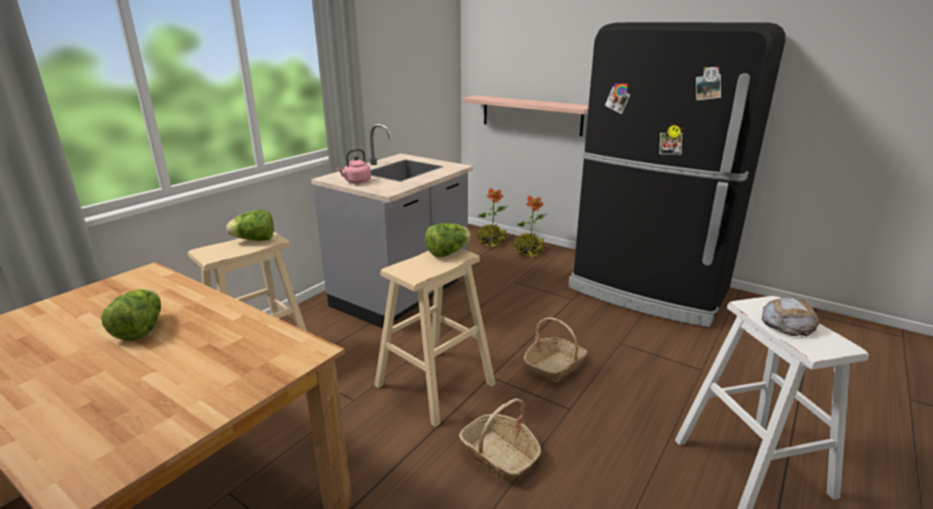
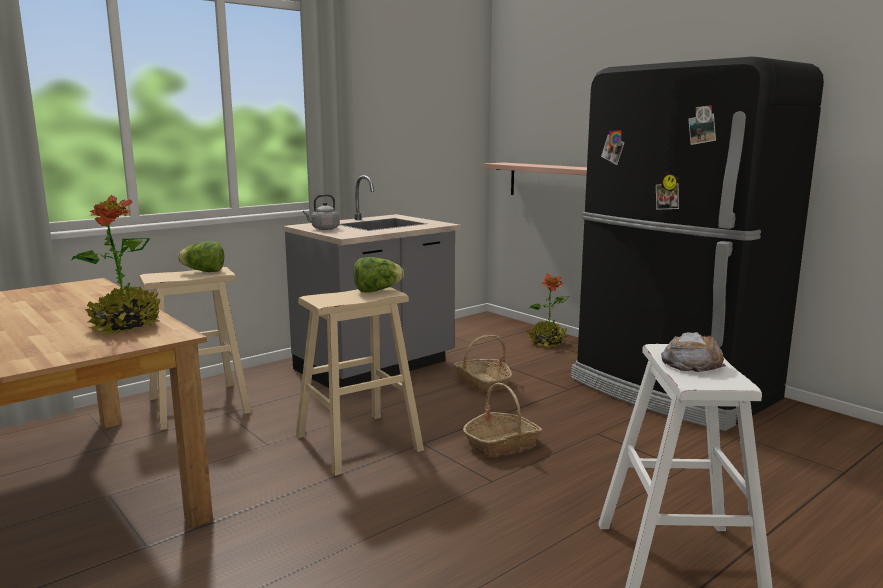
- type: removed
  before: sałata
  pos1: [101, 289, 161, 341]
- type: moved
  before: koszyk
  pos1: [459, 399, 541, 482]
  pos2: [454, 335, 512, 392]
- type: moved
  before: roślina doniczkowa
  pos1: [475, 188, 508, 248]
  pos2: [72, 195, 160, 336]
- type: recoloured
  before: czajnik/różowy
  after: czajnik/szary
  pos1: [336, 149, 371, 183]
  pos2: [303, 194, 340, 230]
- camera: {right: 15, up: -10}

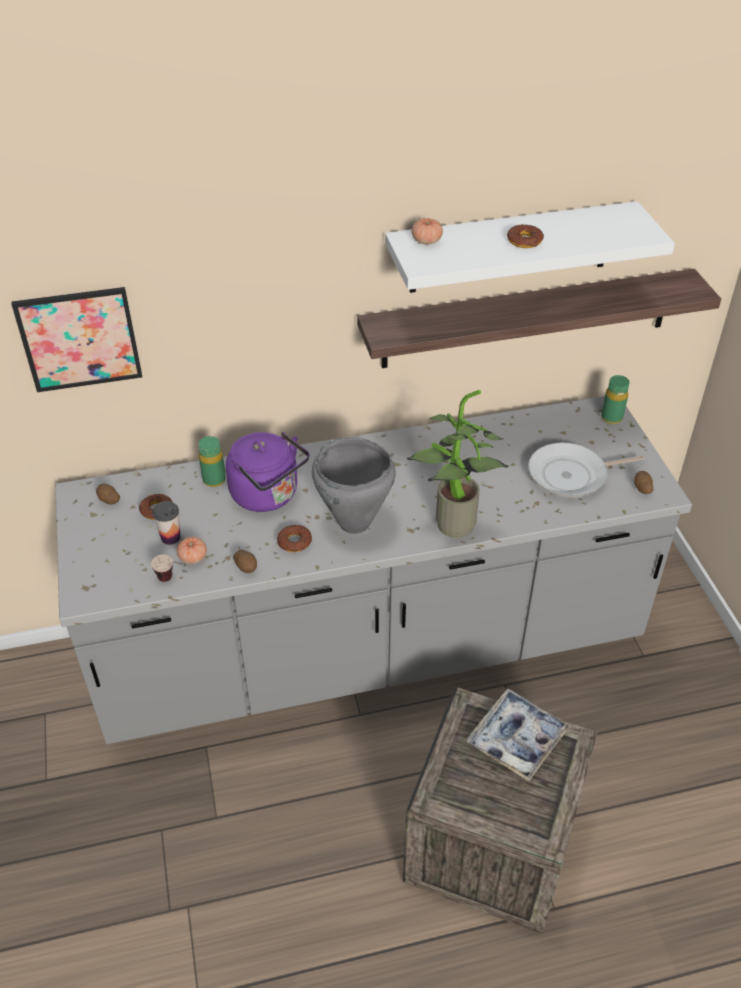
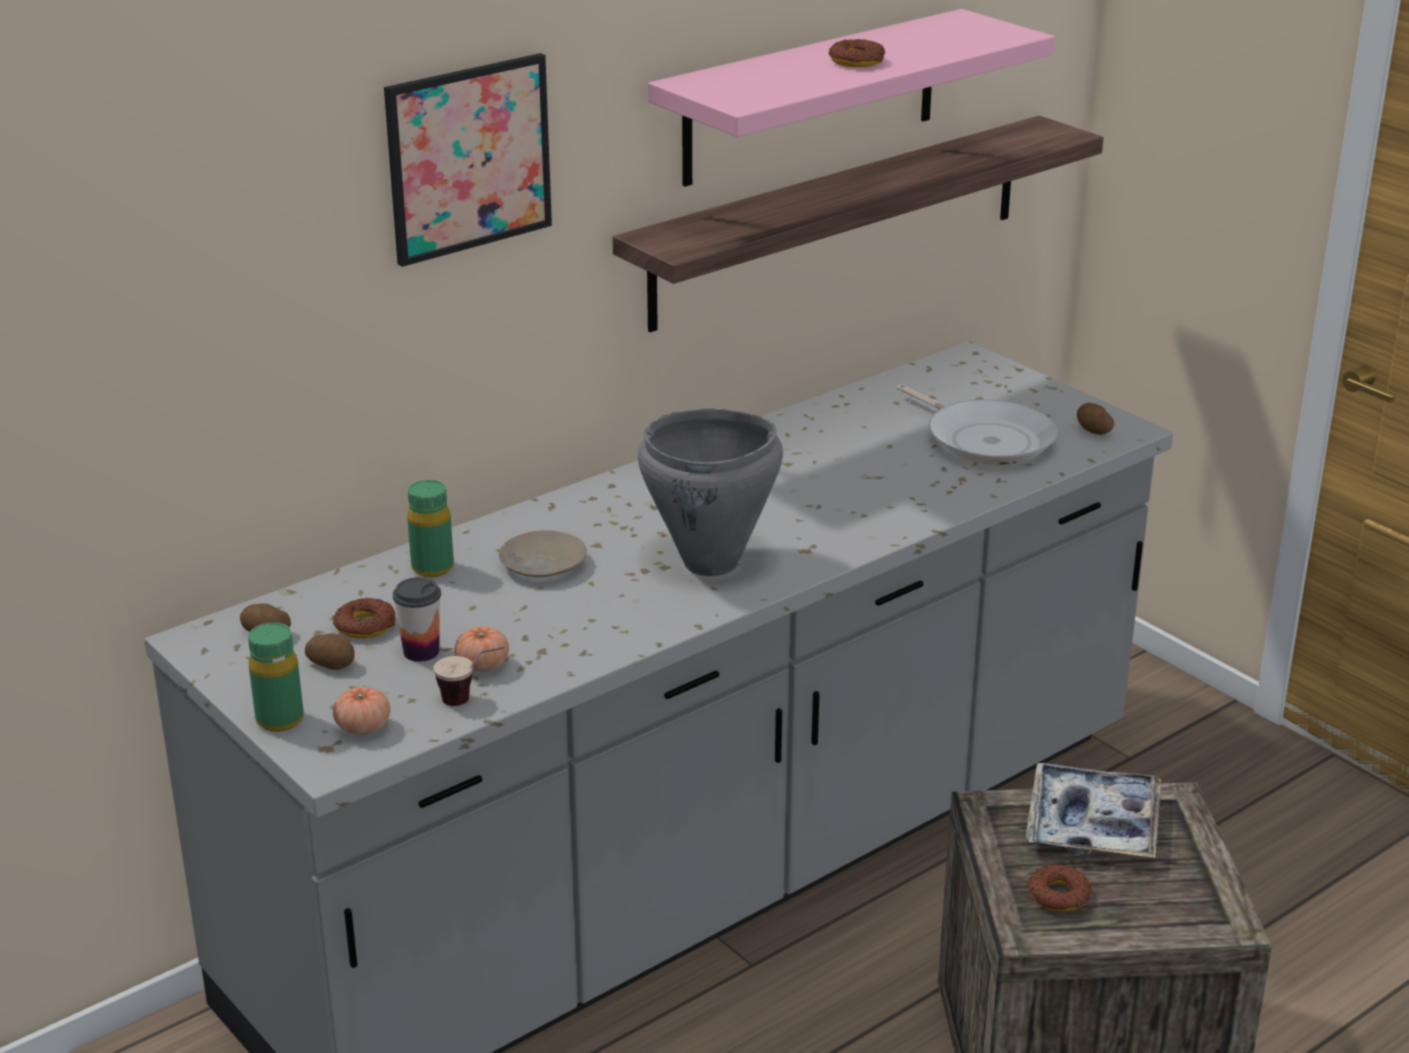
- type: removed
  before: roślina doniczkowa
  pos1: [407, 390, 509, 538]
- type: moved
  before: obraz
  pos1: [12, 287, 142, 392]
  pos2: [384, 53, 552, 267]
- type: moved
  before: ziemniak
  pos1: [233, 550, 257, 573]
  pos2: [305, 633, 355, 670]
- type: moved
  before: donut
  pos1: [277, 524, 312, 552]
  pos2: [1027, 864, 1091, 911]
- type: moved
  before: pomidor
  pos1: [412, 218, 443, 245]
  pos2: [333, 687, 390, 735]
- type: moved
  before: butelka/zielony
  pos1: [601, 375, 630, 424]
  pos2: [248, 623, 304, 732]
- type: replaced
  before: czajnik/fioletowy
  after: talerz/beżowy
  pos1: [226, 432, 309, 512]
  pos2: [499, 530, 587, 578]
- type: recoloured
  before: półka/biały
  after: półka/różowy
  pos1: [385, 201, 675, 293]
  pos2: [648, 9, 1055, 187]
- type: turned
  before: patelnia
  pos1: [528, 443, 645, 497]
  pos2: [896, 384, 1057, 465]
  turn: -90
- camera: {right: -25, up: -15}

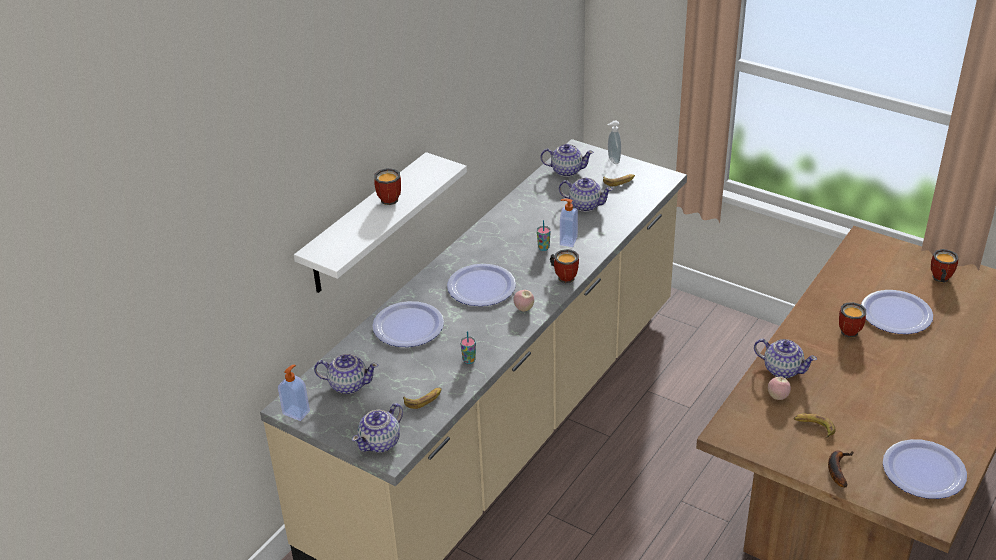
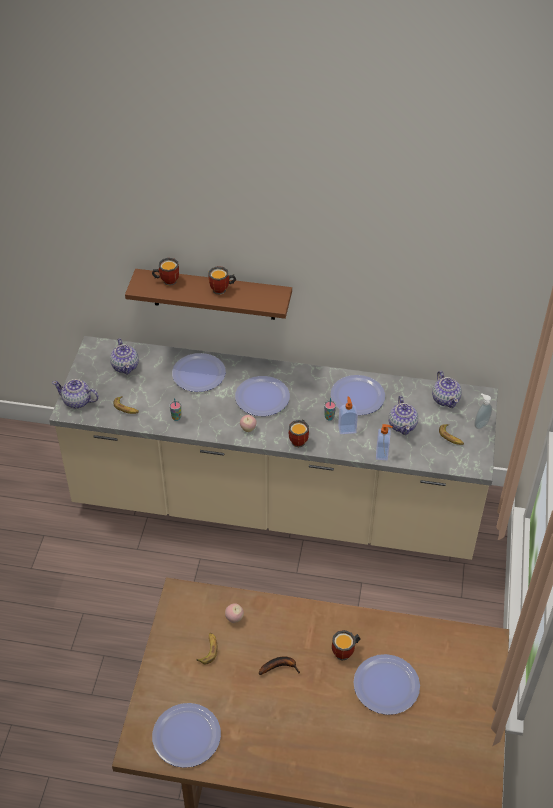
- type: removed
  before: imbryk
  pos1: [754, 339, 817, 379]
- type: added
  after: talerz
  pos2: [331, 375, 385, 415]
- type: moved
  before: dozownik mydła
  pos1: [278, 365, 310, 421]
  pos2: [376, 424, 393, 460]
- type: moved
  before: banan
  pos1: [828, 451, 853, 488]
  pos2: [259, 656, 300, 675]
- type: moved
  before: kubek
  pos1: [931, 249, 959, 283]
  pos2: [152, 258, 179, 286]
- type: recoloured
  before: półka/biały
  after: półka/brązowy
  pos1: [294, 152, 467, 293]
  pos2: [125, 269, 292, 320]
- camera: {right: 65, up: 10}

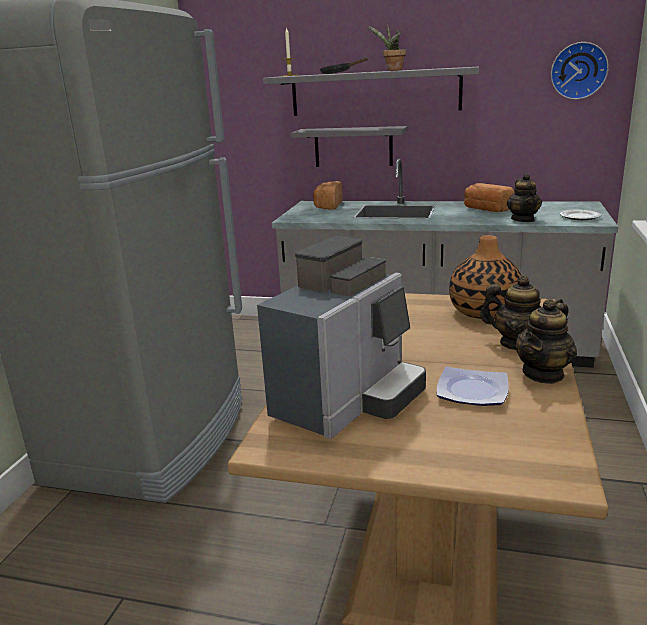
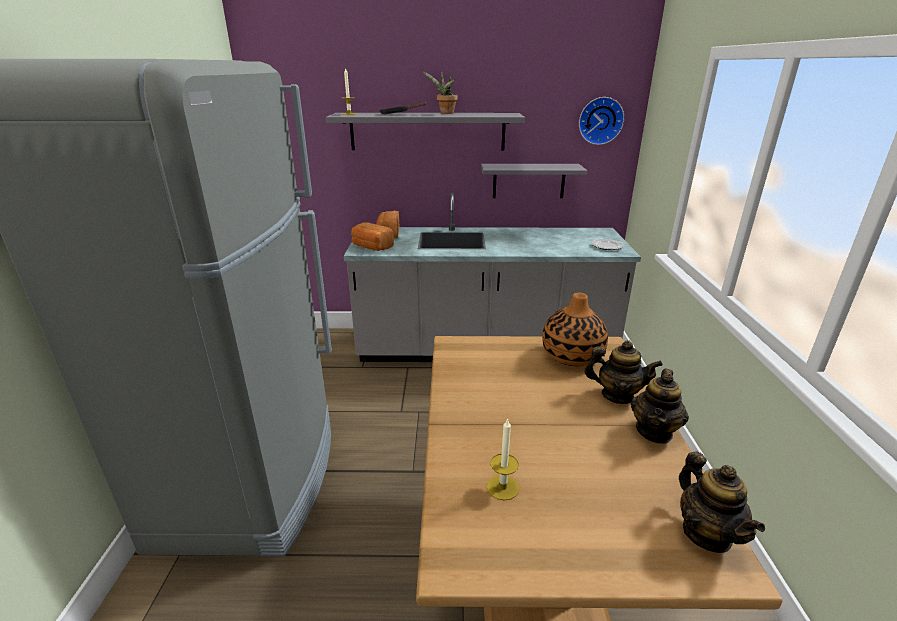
- type: removed
  before: talerz
  pos1: [437, 367, 509, 406]
- type: moved
  before: półka/szary
  pos1: [290, 126, 407, 167]
  pos2: [481, 164, 587, 198]
- type: moved
  before: chleb
  pos1: [464, 183, 514, 212]
  pos2: [351, 222, 394, 251]
- type: moved
  before: imbryk
  pos1: [507, 173, 542, 222]
  pos2: [679, 452, 765, 553]
- type: replaced
  before: ekspres do kawy
  after: świeca
  pos1: [257, 236, 426, 439]
  pos2: [487, 418, 519, 500]
- camera: {right: -15, up: 5}

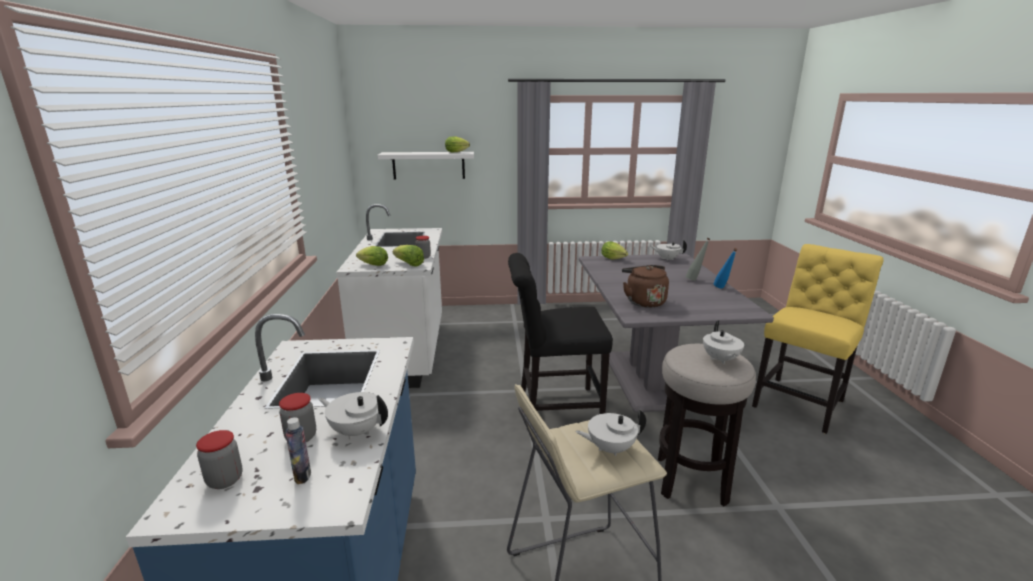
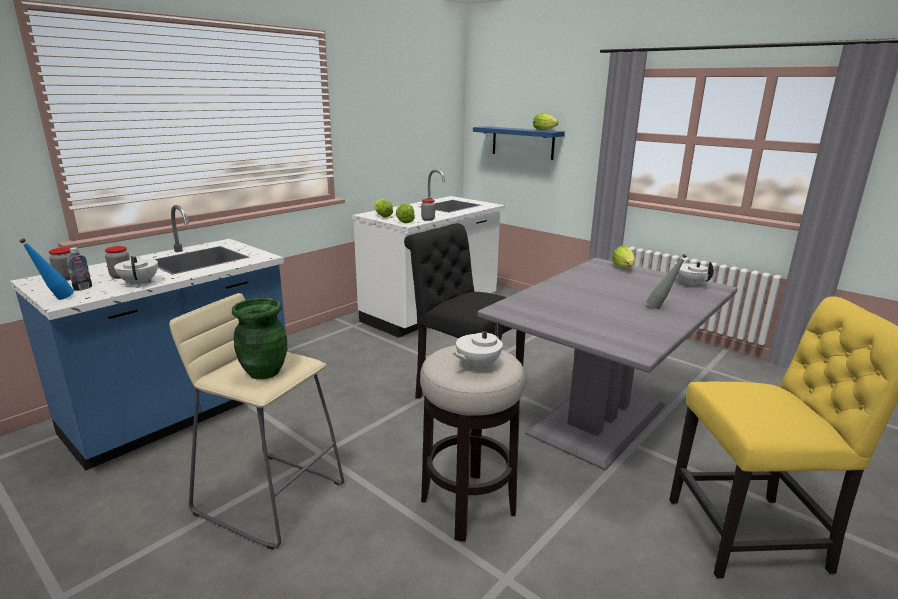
- type: removed
  before: czajnik/brązowy
  pos1: [622, 265, 669, 308]
- type: moved
  before: butelka/niebieski
  pos1: [714, 248, 738, 288]
  pos2: [19, 238, 74, 300]
- type: replaced
  before: imbryk/biały
  after: wazon/zielony
  pos1: [576, 409, 646, 456]
  pos2: [232, 298, 287, 379]
- type: recoloured
  before: półka/biały
  after: półka/niebieski
  pos1: [378, 152, 474, 179]
  pos2: [473, 126, 565, 160]
- camera: {right: 45, up: 0}

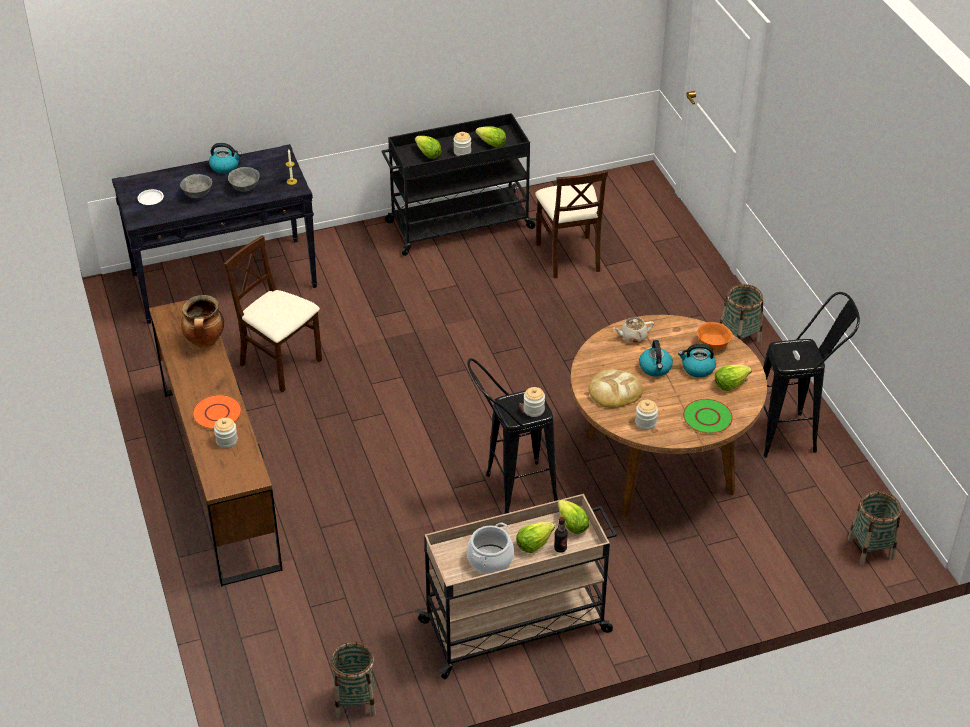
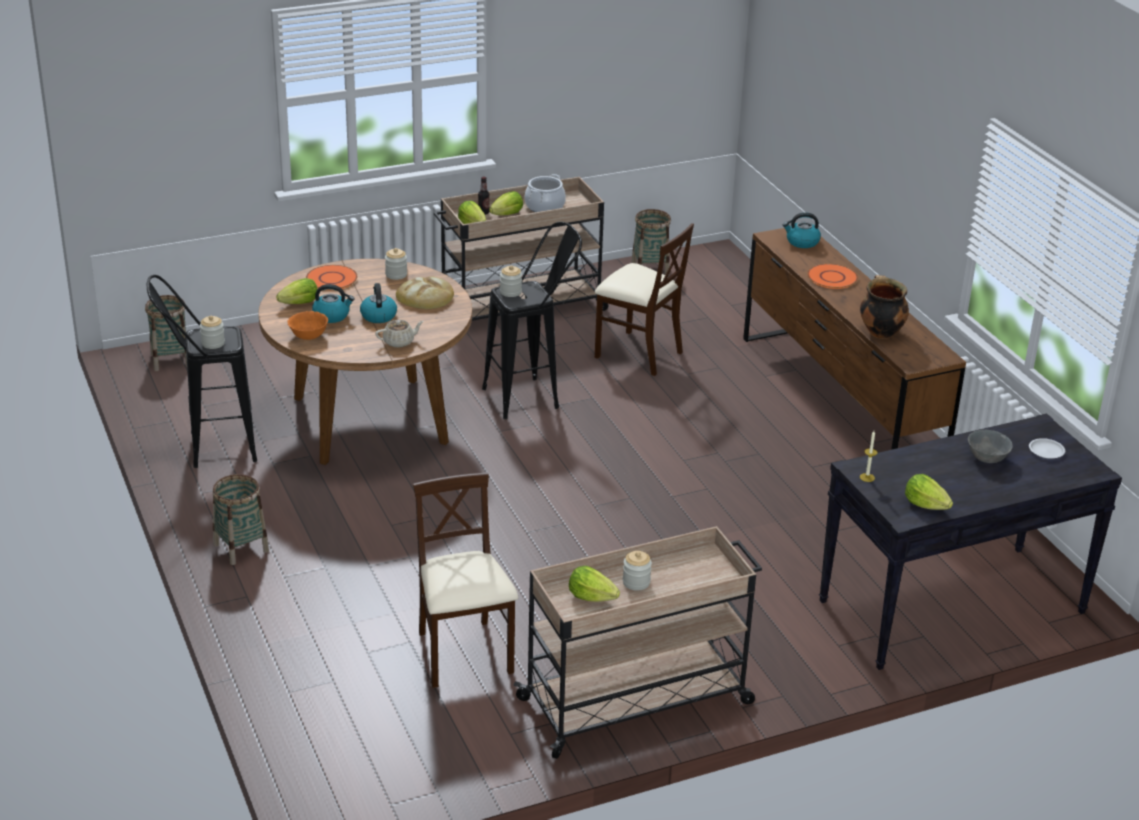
- type: removed
  before: miska/szary
  pos1: [228, 167, 260, 192]
- type: moved
  before: czajnik
  pos1: [209, 143, 242, 174]
  pos2: [783, 212, 821, 248]
- type: moved
  before: słoik
  pos1: [214, 418, 238, 448]
  pos2: [200, 316, 225, 349]
- type: moved
  before: krzesło/beżowy
  pos1: [224, 236, 322, 393]
  pos2: [595, 223, 694, 376]
- type: moved
  before: sałata
  pos1: [415, 136, 442, 159]
  pos2: [905, 474, 953, 510]
- type: recoloured
  before: wózek/czarny
  after: wózek/beżowy
  pos1: [382, 113, 537, 256]
  pos2: [514, 526, 762, 759]
- type: recoloured
  before: talerz/zielony
  after: talerz/pomarańczowy
  pos1: [683, 399, 733, 434]
  pos2: [306, 265, 357, 290]
- camera: {right: 175, up: -10}

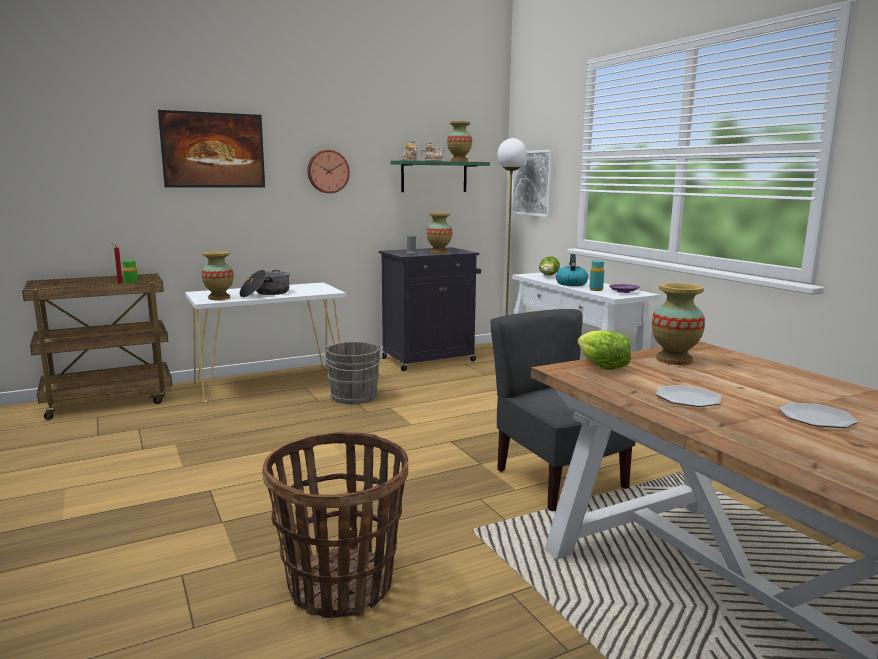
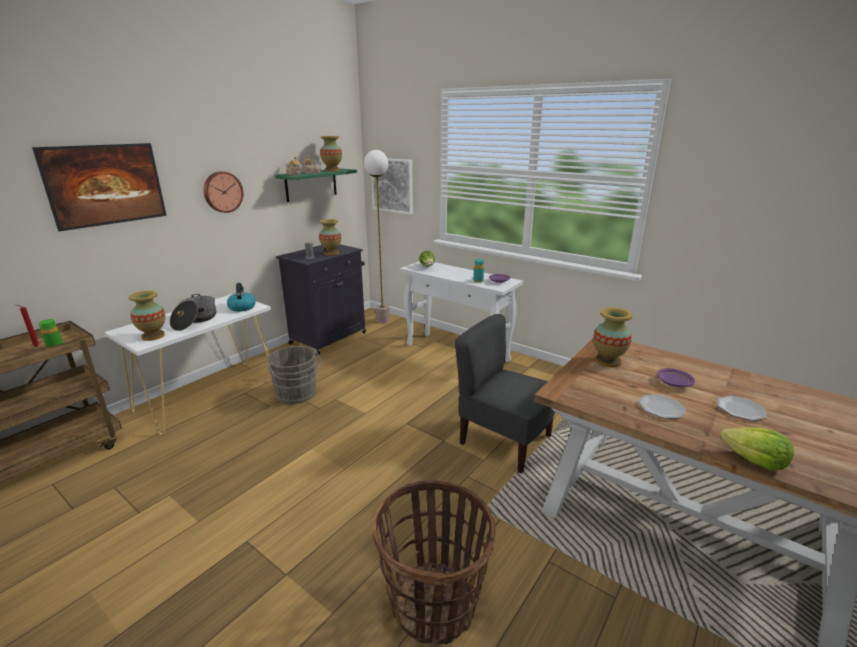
- type: added
  after: talerz/fioletowy
  pos2: [657, 368, 695, 387]
- type: moved
  before: czajnik
  pos1: [556, 254, 588, 286]
  pos2: [227, 283, 256, 312]
- type: moved
  before: sałata
  pos1: [577, 330, 631, 370]
  pos2: [720, 427, 794, 471]
- camera: {right: -25, up: 10}

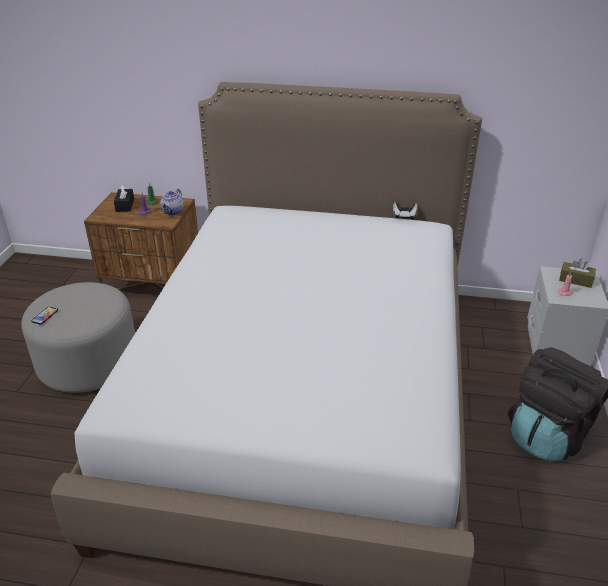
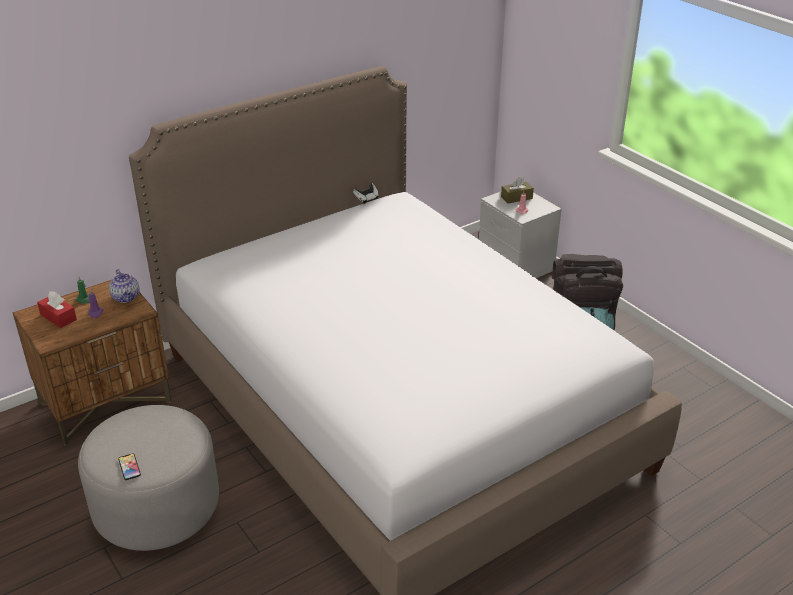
- type: recoloured
  before: pudełko chusteczek/czarny
  after: pudełko chusteczek/czerwony
  pos1: [114, 184, 134, 212]
  pos2: [37, 291, 77, 328]
- camera: {right: -45, up: 0}

